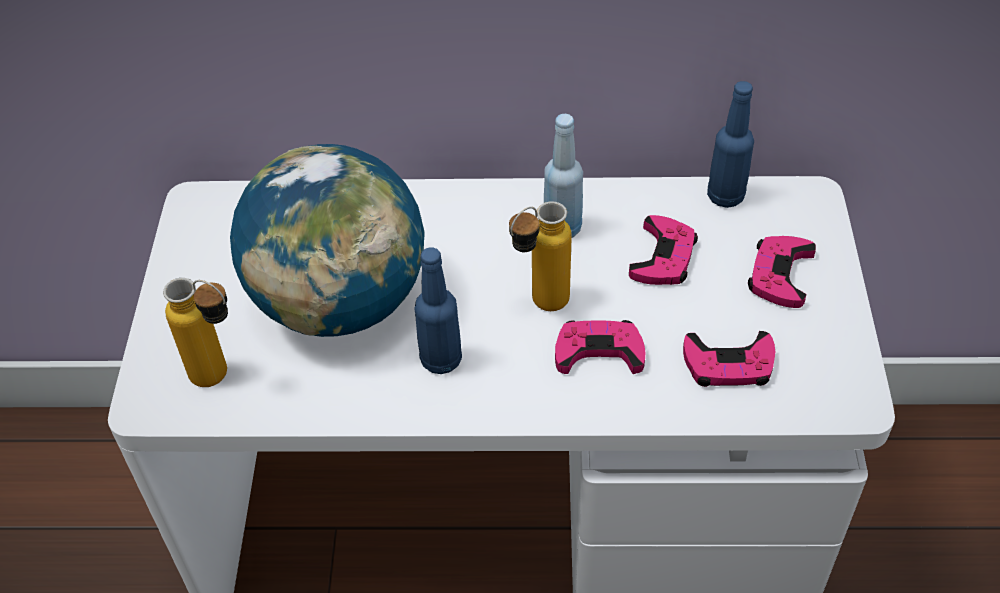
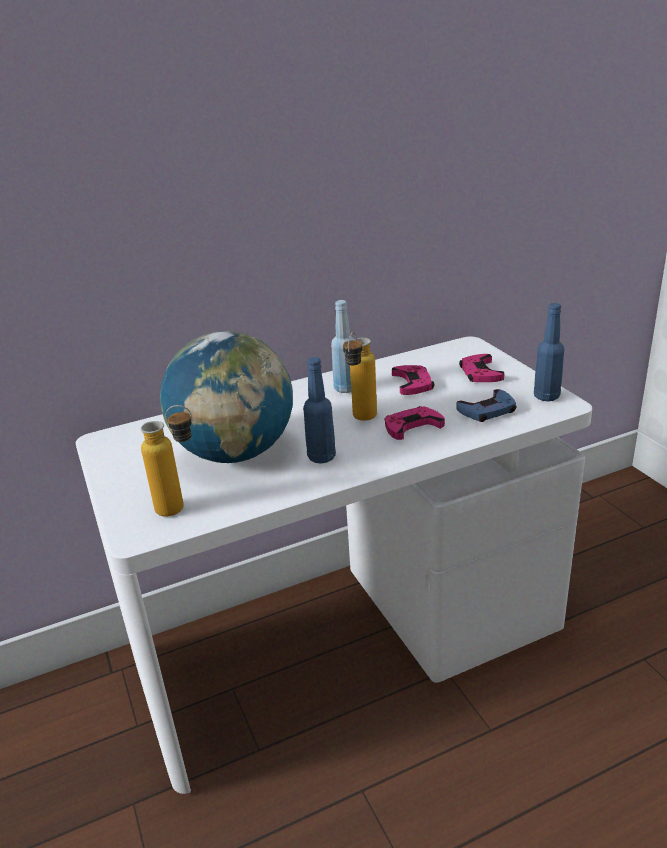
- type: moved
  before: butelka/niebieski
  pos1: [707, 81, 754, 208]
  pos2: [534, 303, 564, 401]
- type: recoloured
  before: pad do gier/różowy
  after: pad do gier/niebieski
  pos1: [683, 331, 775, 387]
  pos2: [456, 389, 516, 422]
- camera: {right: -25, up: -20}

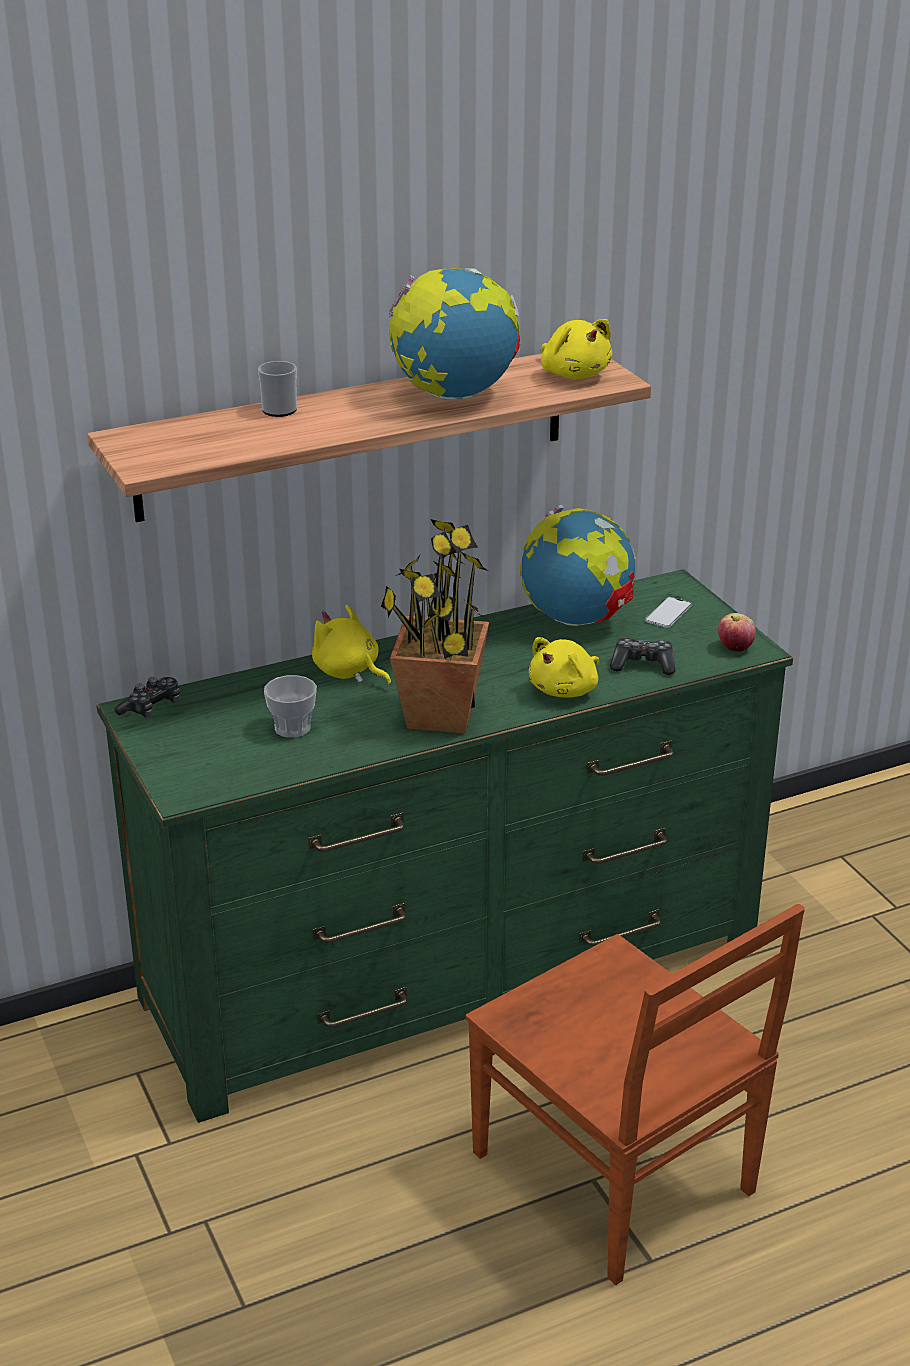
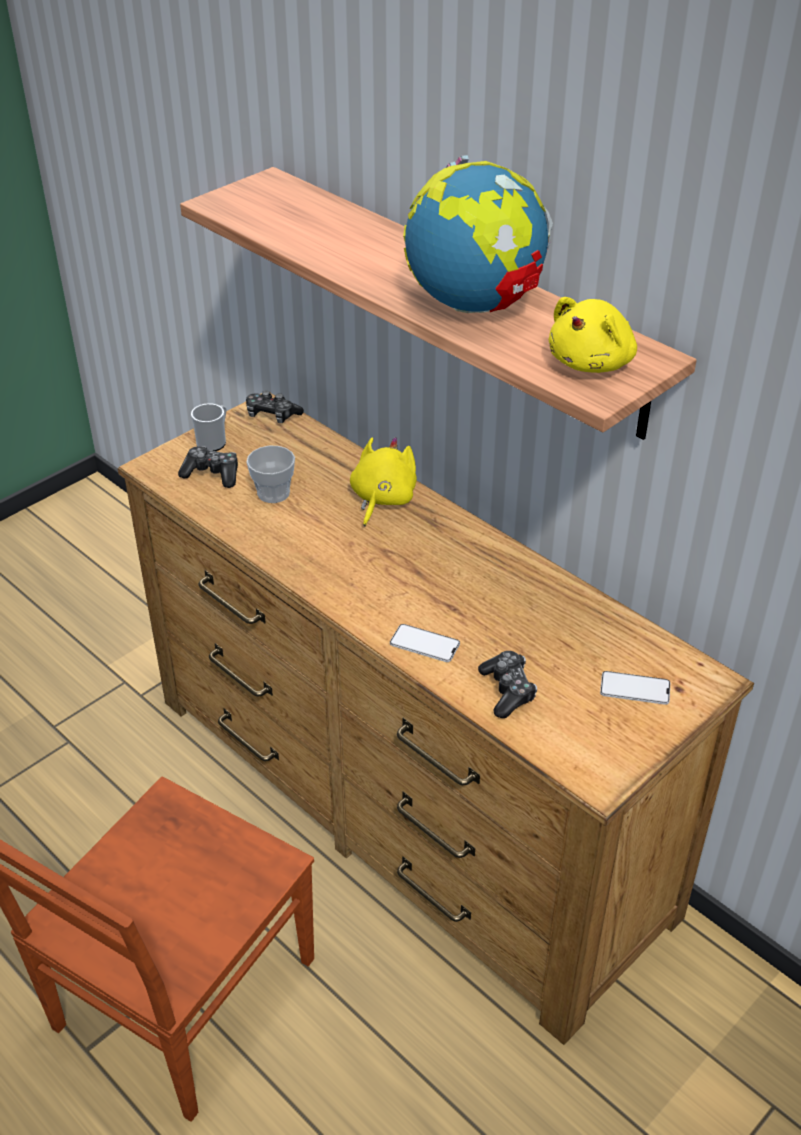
- type: removed
  before: roślina doniczkowa
  pos1: [381, 519, 489, 733]
- type: removed
  before: globus
  pos1: [520, 505, 636, 626]
- type: removed
  before: jabłko
  pos1: [718, 613, 756, 652]
- type: added
  after: pad do gier
  pos2: [178, 446, 238, 488]
- type: moved
  before: kubek
  pos1: [258, 361, 297, 417]
  pos2: [191, 403, 227, 451]
- type: replaced
  before: pluszak/żółty
  after: telefon
  pos1: [529, 637, 600, 698]
  pos2: [390, 624, 460, 662]
- type: recoloured
  before: komoda/zielony
  after: komoda/brązowy
  pos1: [97, 569, 793, 1123]
  pos2: [117, 393, 754, 1045]
- camera: {right: 70, up: 10}

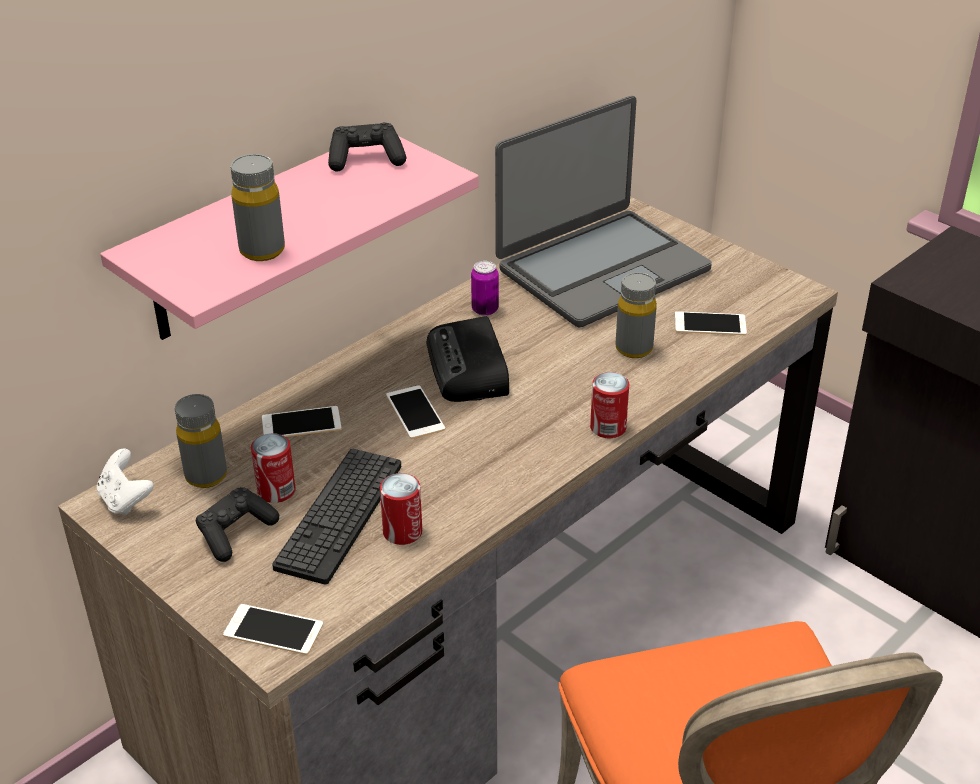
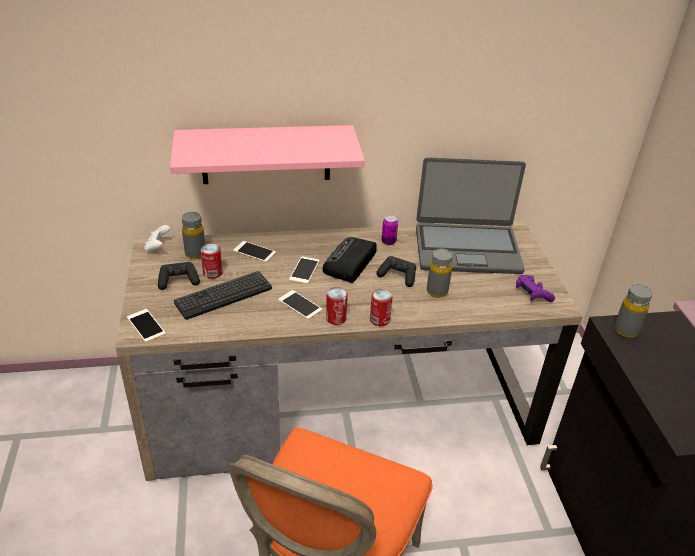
- type: added
  after: pad do gier/fioletowy
  pos2: [516, 275, 555, 302]
- type: moved
  before: butelka/szary
  pos1: [230, 154, 285, 261]
  pos2: [614, 284, 653, 338]
- type: moved
  before: pad do gier/czarny
  pos1: [328, 122, 407, 171]
  pos2: [376, 256, 416, 287]
- type: moved
  before: puszka
  pos1: [380, 473, 422, 545]
  pos2: [326, 287, 348, 325]
- type: moved
  before: telefon
  pos1: [675, 311, 747, 335]
  pos2: [278, 290, 322, 319]
- camera: {right: 35, up: 0}

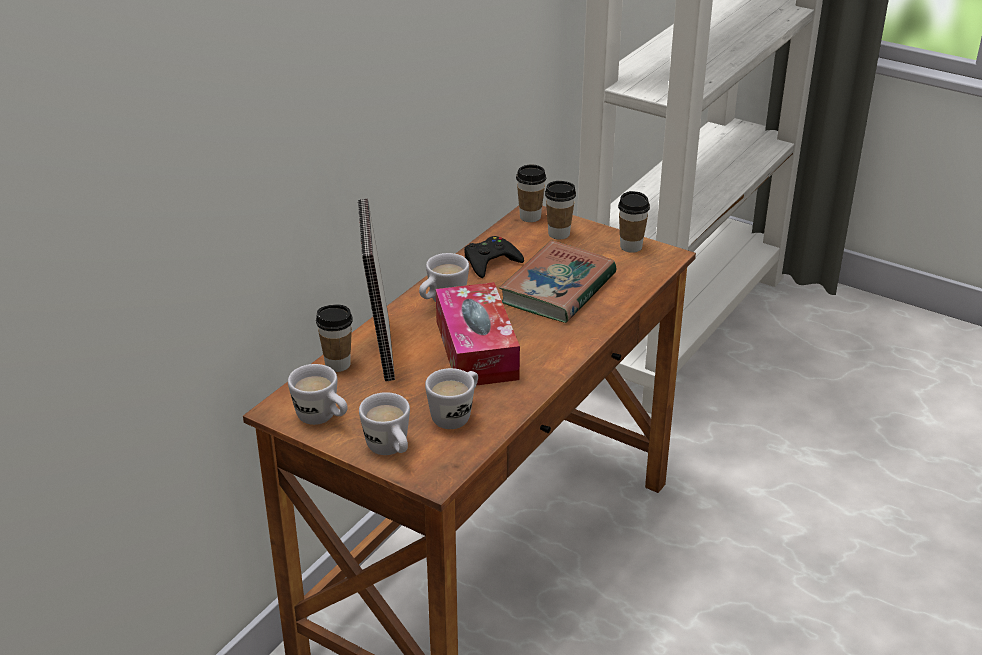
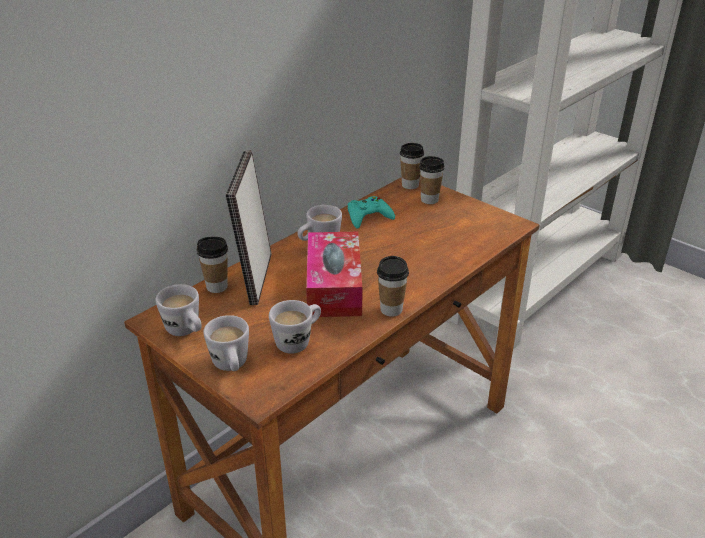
- type: removed
  before: książka
  pos1: [499, 240, 616, 323]
- type: moved
  before: filiżanka
  pos1: [618, 191, 650, 253]
  pos2: [377, 256, 409, 317]
- type: recoloured
  before: pad do gier/czarny
  after: pad do gier/turkusowy
  pos1: [464, 236, 524, 278]
  pos2: [348, 196, 395, 229]
- camera: {right: 10, up: 0}

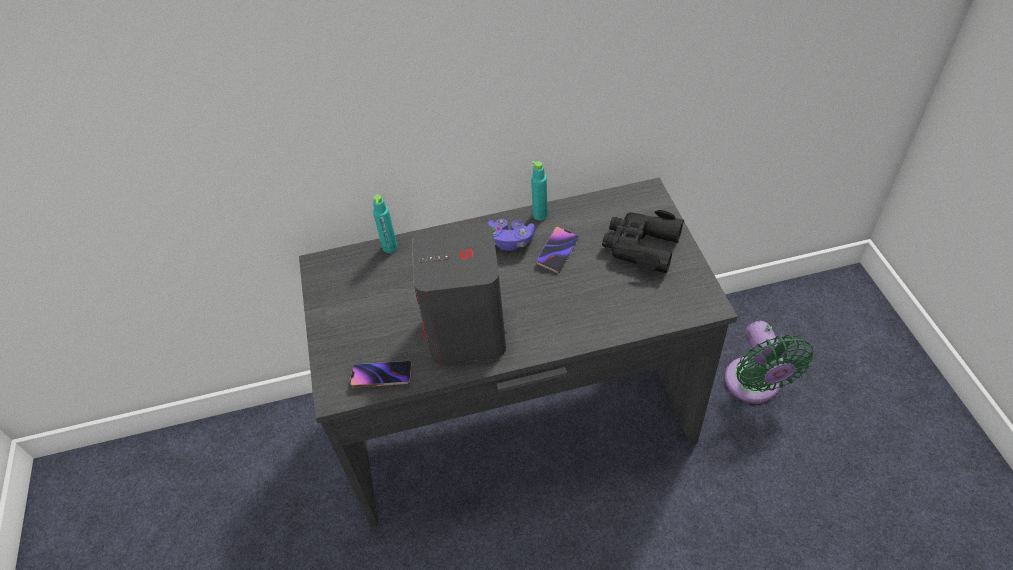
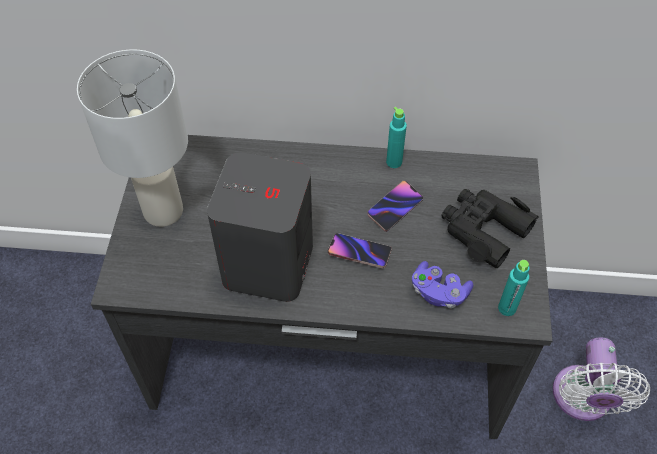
- type: added
  after: lampa stołowa/biały
  pos2: [77, 49, 188, 227]
- type: moved
  before: telefon
  pos1: [350, 361, 412, 388]
  pos2: [328, 233, 392, 268]
- type: moved
  before: butelka/turkusowy
  pos1: [373, 195, 398, 253]
  pos2: [498, 260, 530, 316]
- type: moved
  before: pad do gier/fioletowy
  pos1: [487, 219, 535, 251]
  pos2: [412, 261, 473, 309]
- type: recoloured
  before: wentylator/zielony
  after: wentylator/biały
  pos1: [725, 321, 814, 403]
  pos2: [553, 338, 650, 421]
- camera: {right: 15, up: 5}

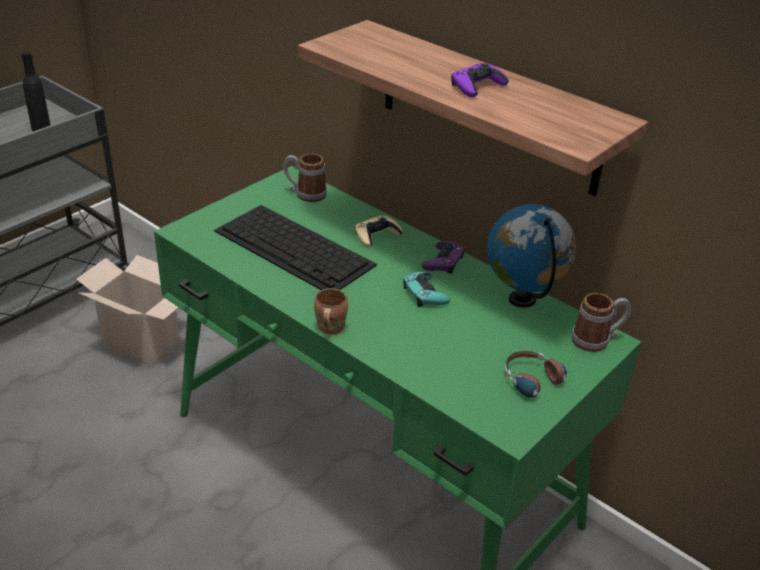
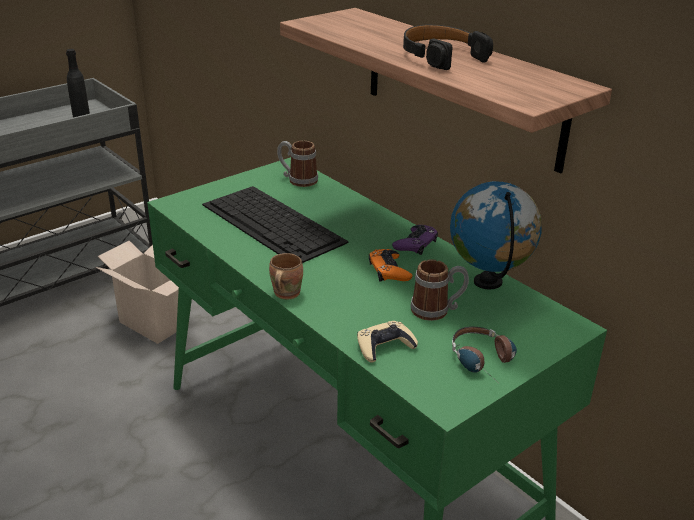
- type: moved
  before: pad do gier/beżowy
  pos1: [355, 215, 403, 247]
  pos2: [357, 321, 418, 363]
- type: moved
  before: kubek
  pos1: [571, 293, 631, 352]
  pos2: [410, 259, 469, 321]
- type: replaced
  before: pad do gier/fioletowy
  after: słuchawki/czarny
  pos1: [451, 63, 509, 98]
  pos2: [403, 25, 493, 70]
- type: recoloured
  before: pad do gier/turkusowy
  after: pad do gier/pomarańczowy
  pos1: [403, 272, 450, 307]
  pos2: [369, 249, 413, 282]
- camera: {right: 10, up: -5}

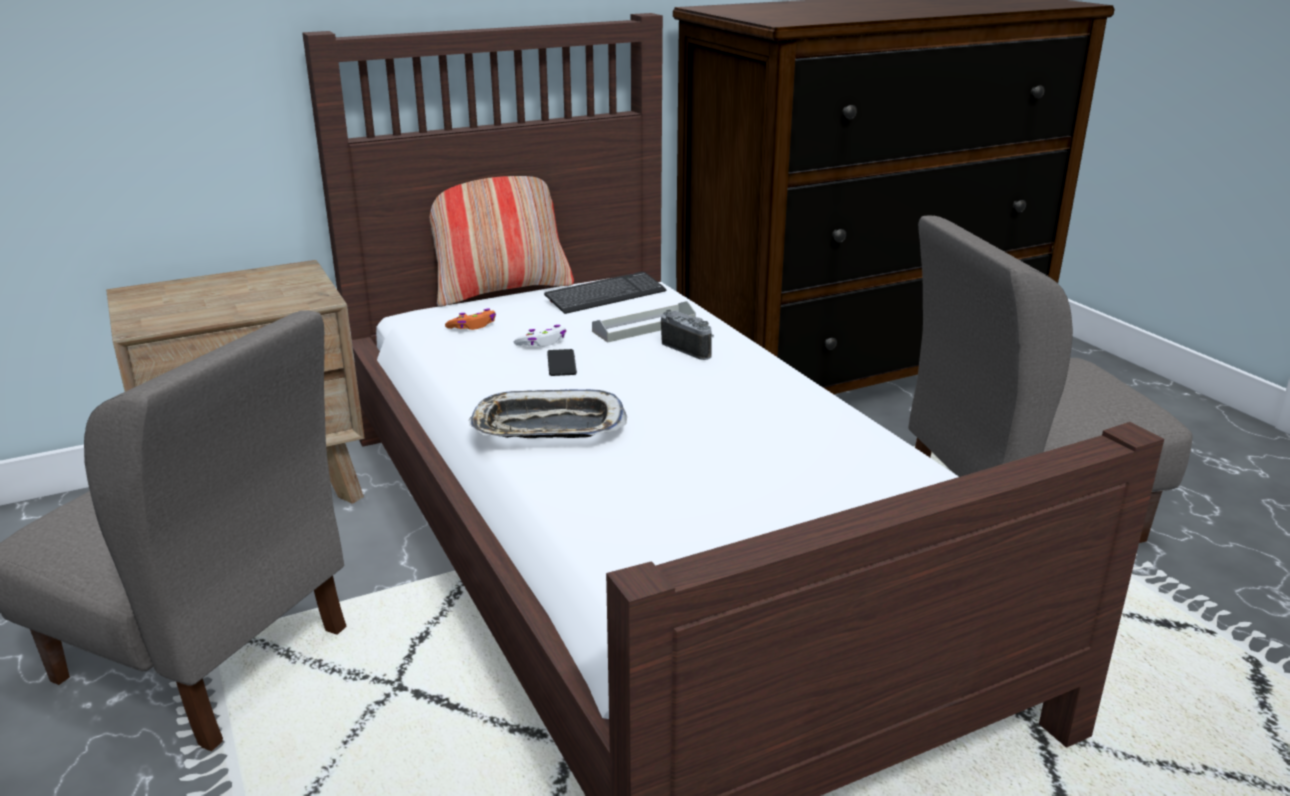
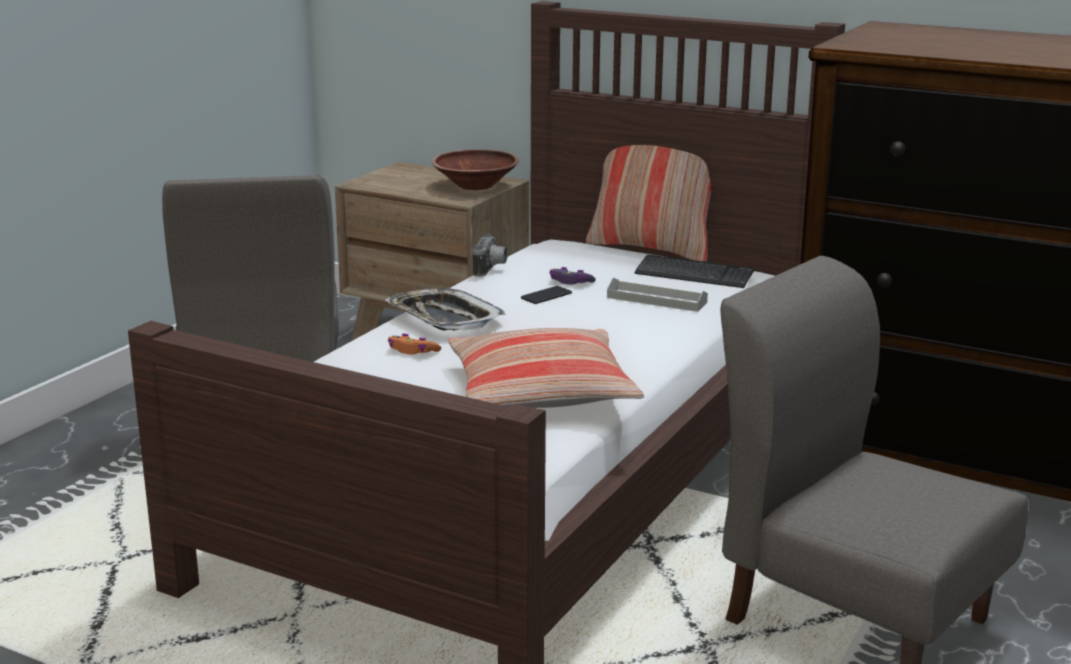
- type: added
  after: miska/brązowy
  pos2: [432, 149, 519, 190]
- type: added
  after: poduszka
  pos2: [448, 328, 644, 408]
- type: moved
  before: pad do gier/pomarańczowy
  pos1: [445, 309, 496, 330]
  pos2: [388, 334, 441, 355]
- type: moved
  before: aparat fotograficzny
  pos1: [661, 310, 714, 360]
  pos2: [473, 234, 507, 277]
- type: recoloured
  before: pad do gier/biały
  after: pad do gier/fioletowy
  pos1: [513, 325, 566, 347]
  pos2: [550, 267, 596, 285]
- camera: {right: 55, up: -5}

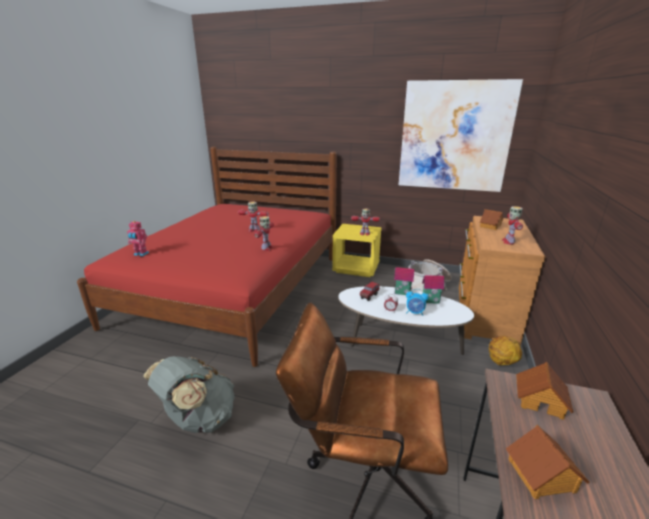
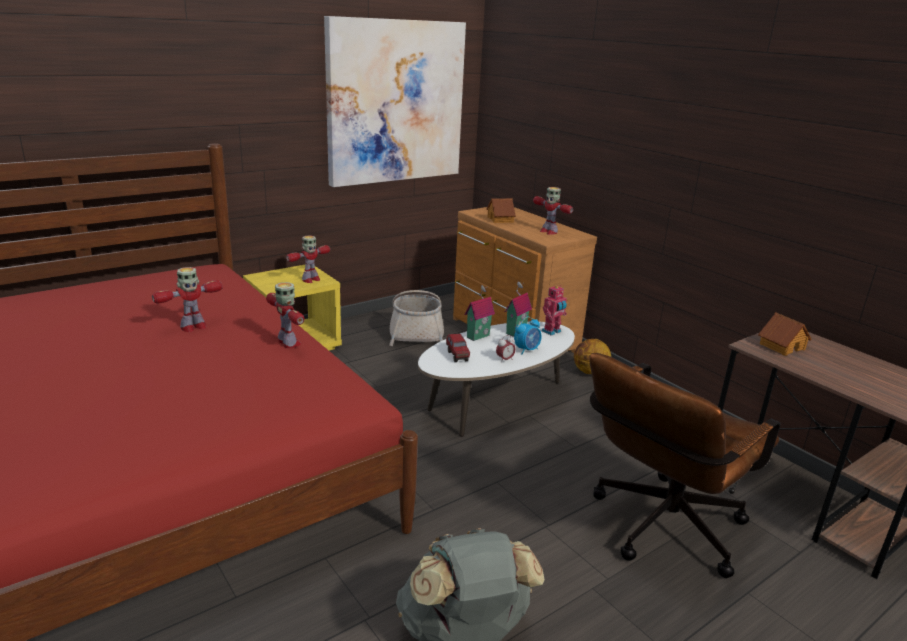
- type: removed
  before: domek
  pos1: [506, 425, 589, 499]
- type: moved
  before: robot zabawkowy
  pos1: [127, 221, 149, 256]
  pos2: [542, 285, 567, 336]
- camera: {right: -55, up: 0}

